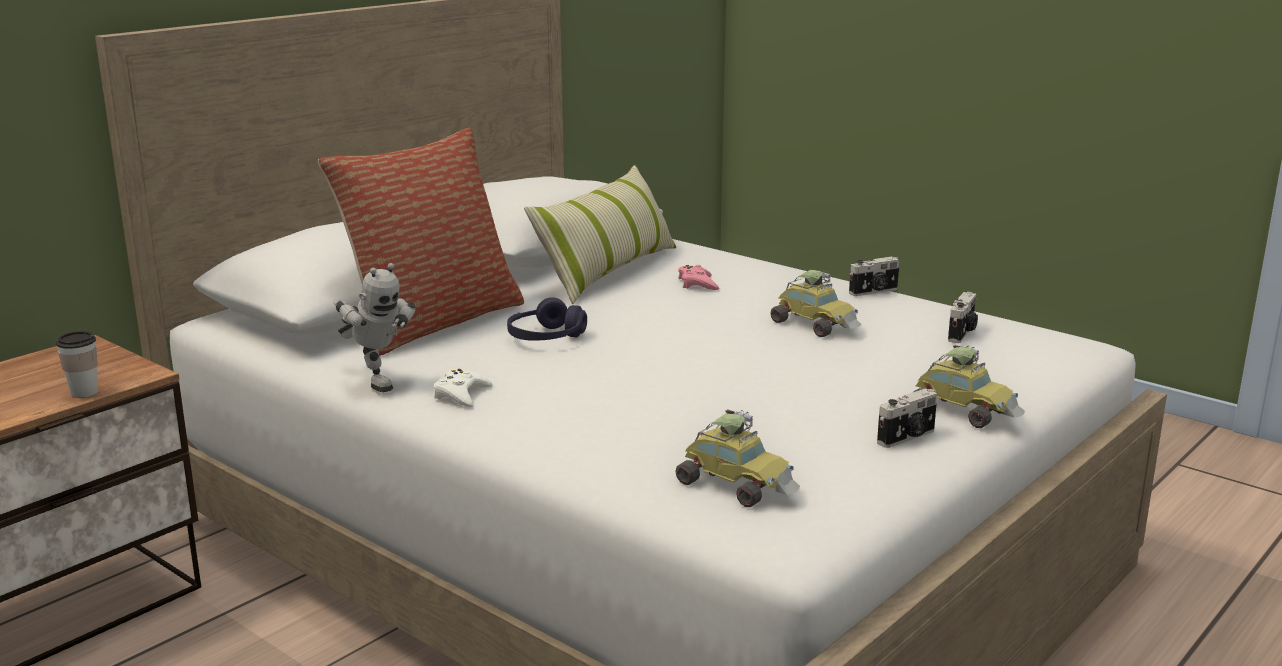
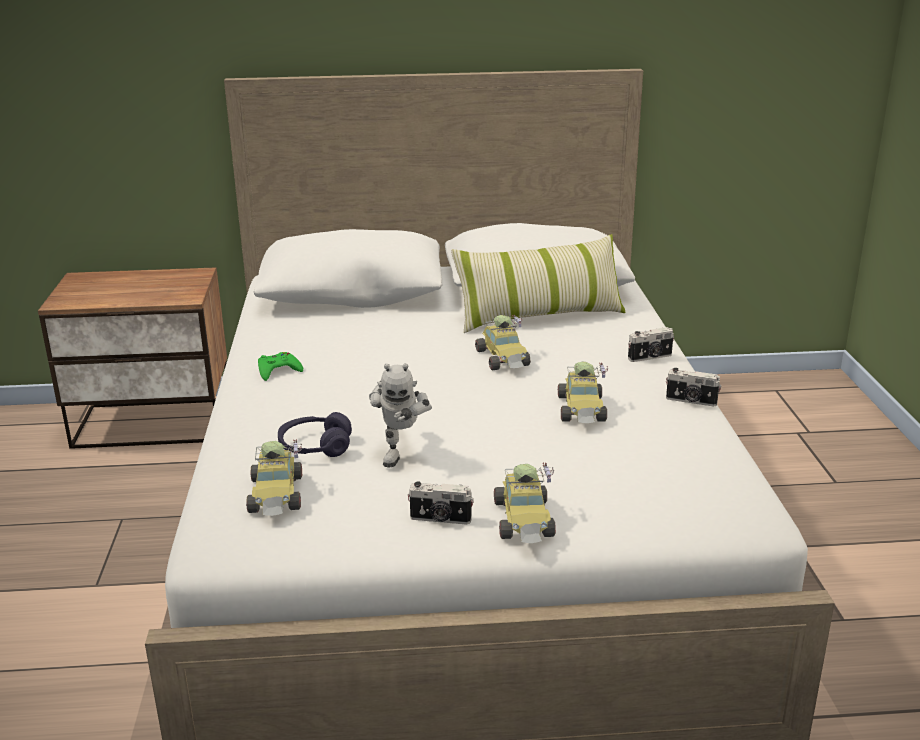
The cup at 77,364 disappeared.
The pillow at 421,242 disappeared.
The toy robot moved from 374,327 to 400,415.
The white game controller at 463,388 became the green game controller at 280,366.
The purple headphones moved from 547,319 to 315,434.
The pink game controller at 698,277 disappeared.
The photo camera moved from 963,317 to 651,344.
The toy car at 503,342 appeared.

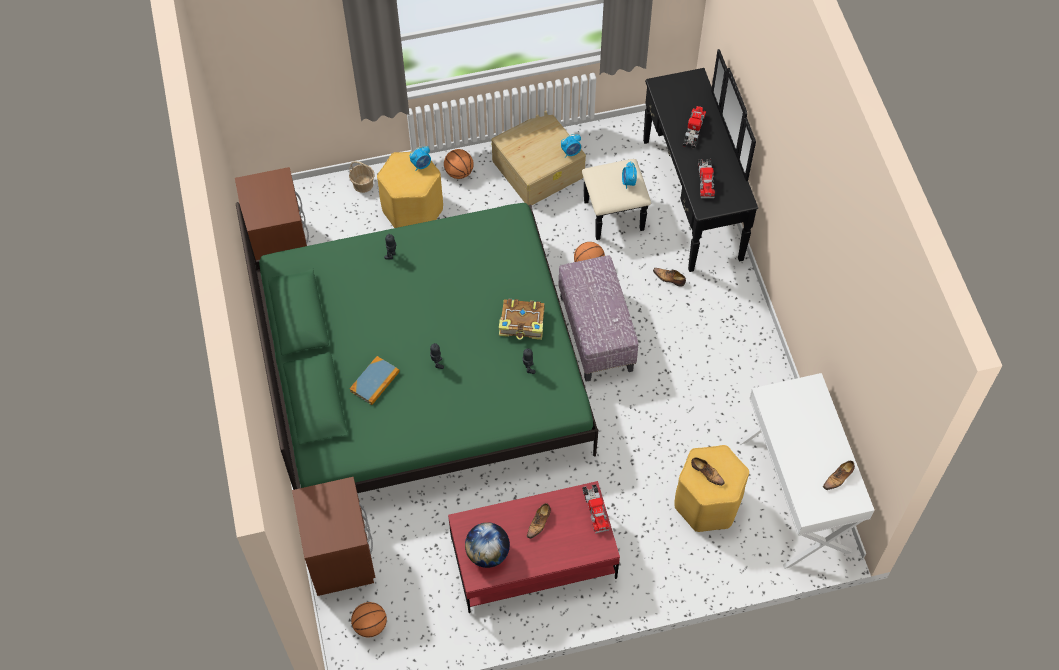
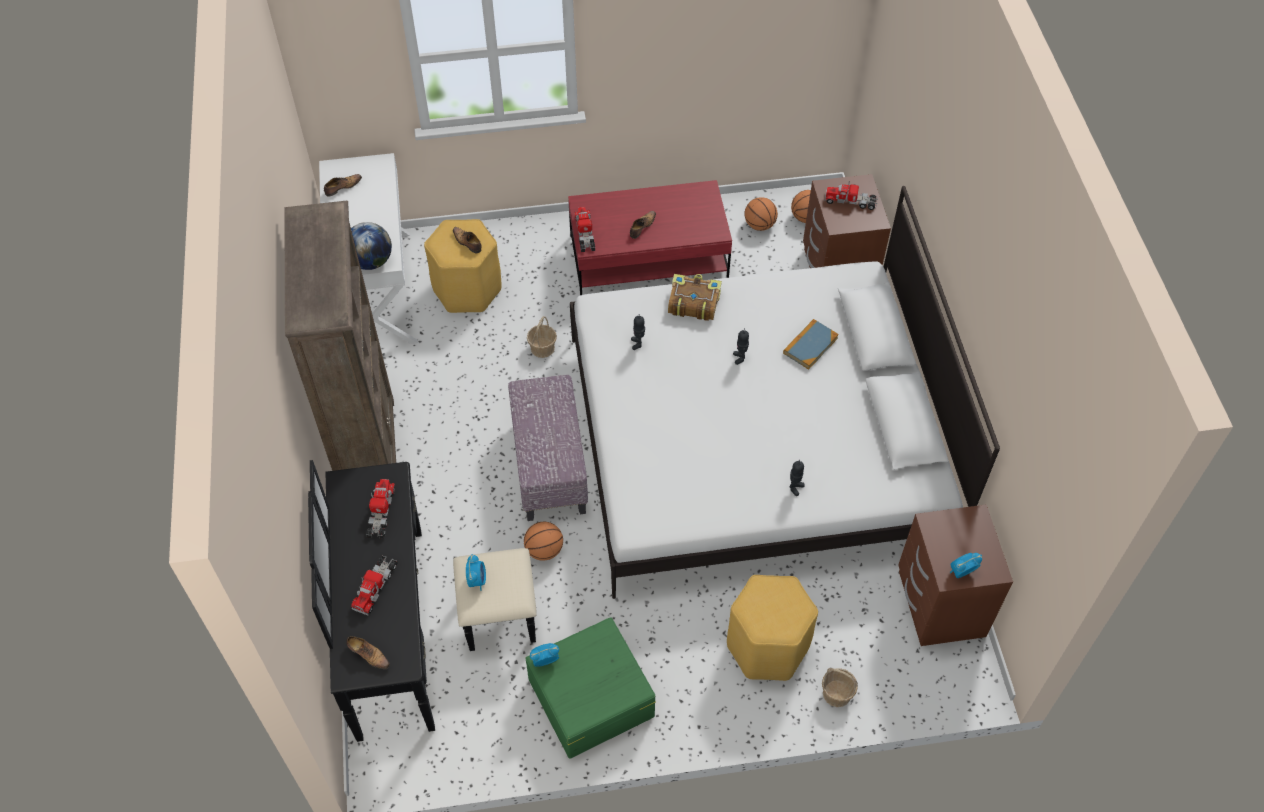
The green bed at 417,347 became the white bed at 785,392.
The alarm clock moved from 420,158 to 966,565.
The basketball moved from 459,164 to 761,214.
The globe moved from 487,545 to 371,246.
The beige storage box at 539,158 became the green storage box at 590,688.
The book moved from 522,319 to 695,297.
The shoe moved from 669,277 to 368,652.
The brown bookcase at 340,336 appeared.
The basket at 542,337 appeared.
The toy truck at 851,195 appeared.

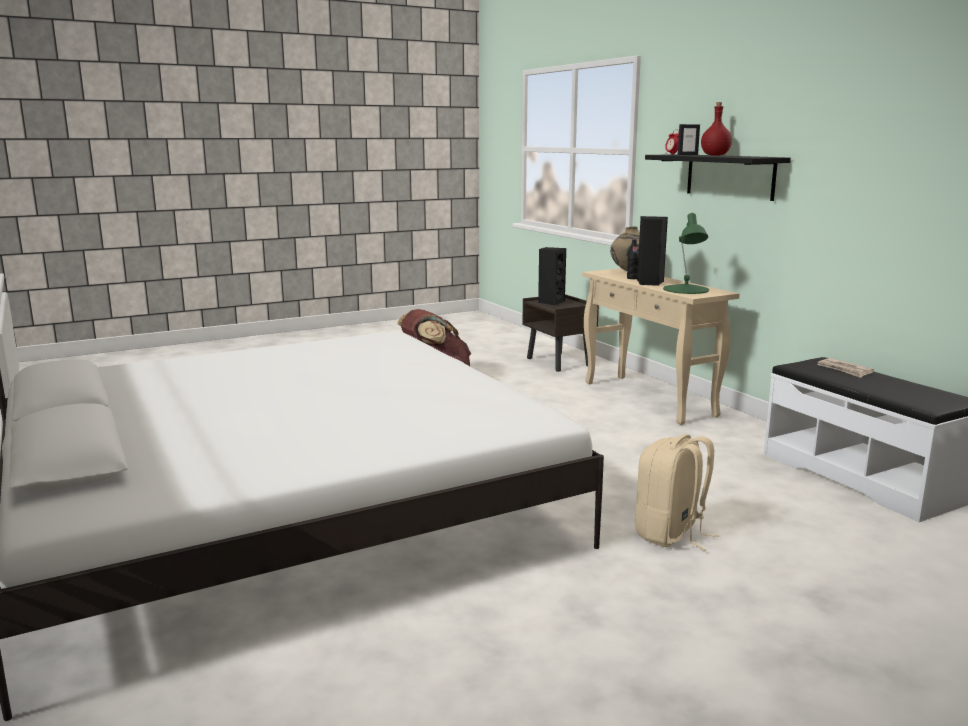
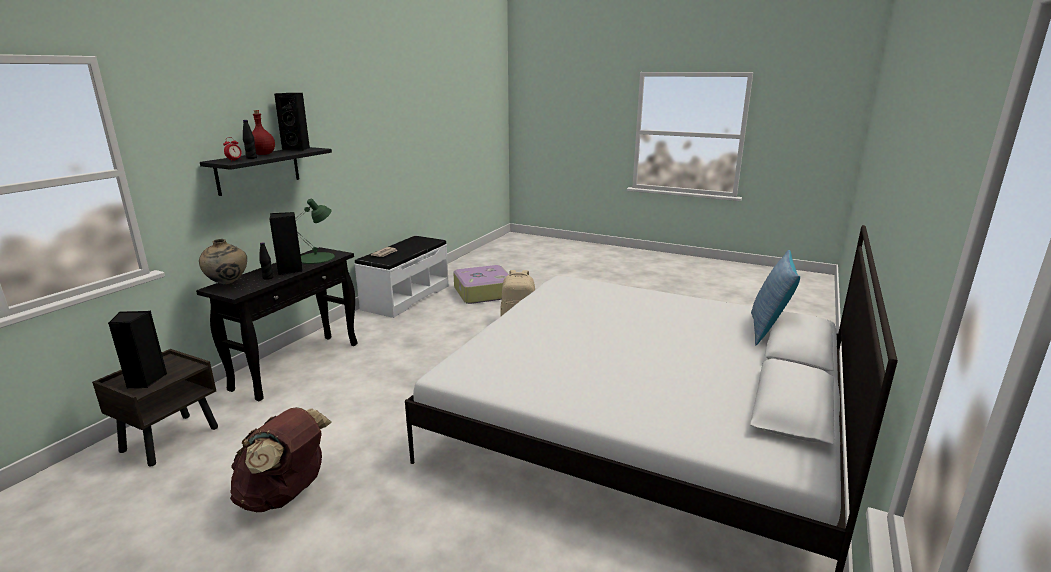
The beige console table at 661,346 became the black console table at 277,324.
The picture frame at 689,139 was replaced by the black bottle at 250,139.
The black speaker at 292,122 appeared.
The suitcase at 481,284 appeared.
The pillow at 775,297 appeared.

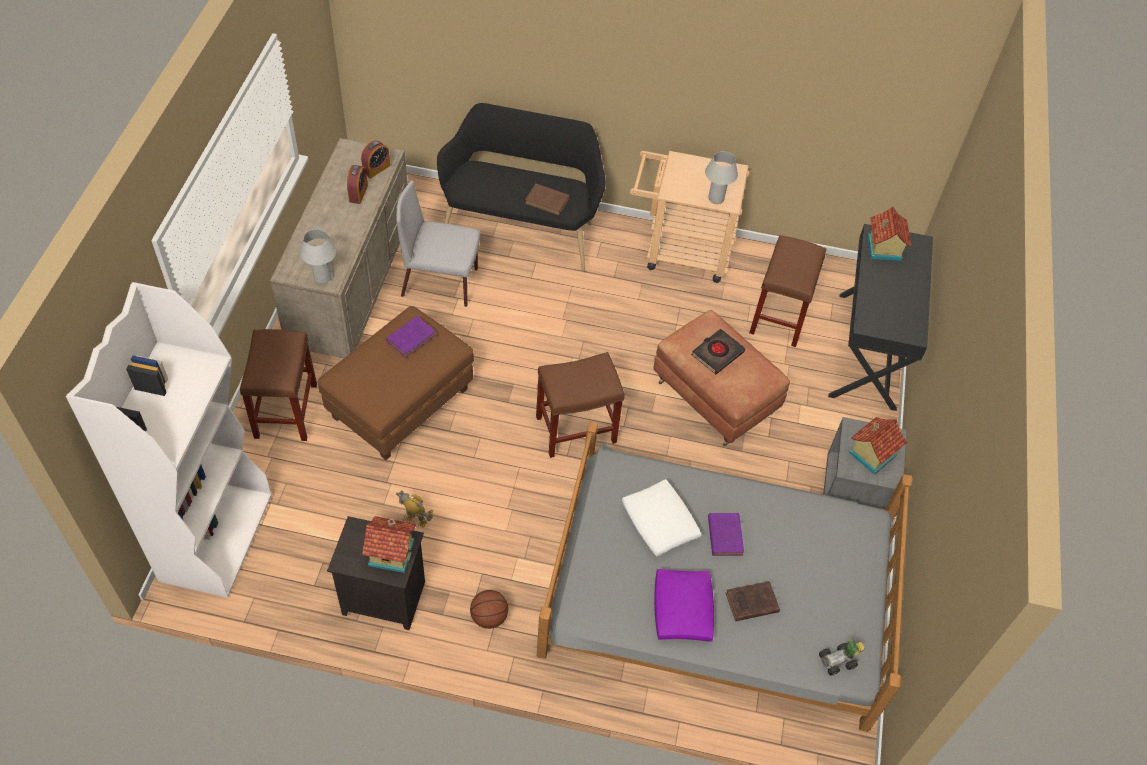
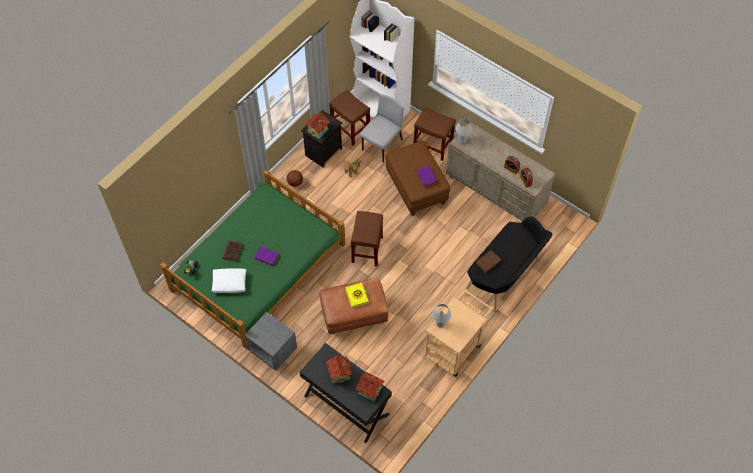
The grey chair moved from 438,243 to 382,128.
The grey bed at 725,577 became the green bed at 252,259.
The white pillow moved from 661,518 to 228,280.
The purple pillow at 684,605 disappeared.
The black book at 718,351 became the yellow book at 357,295.
The brown stool moved from 787,291 to 349,118.
The toy house moved from 878,446 to 339,369.

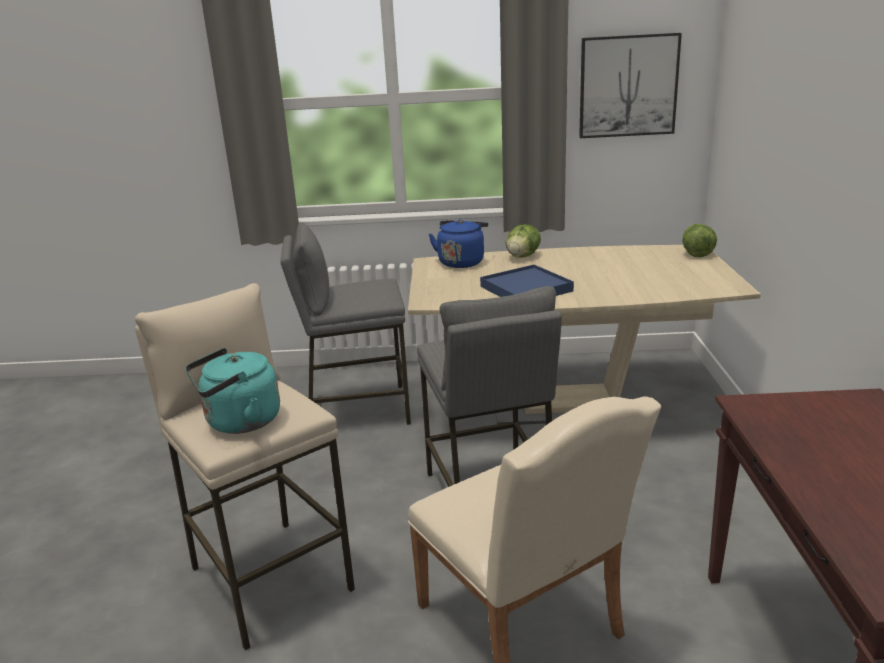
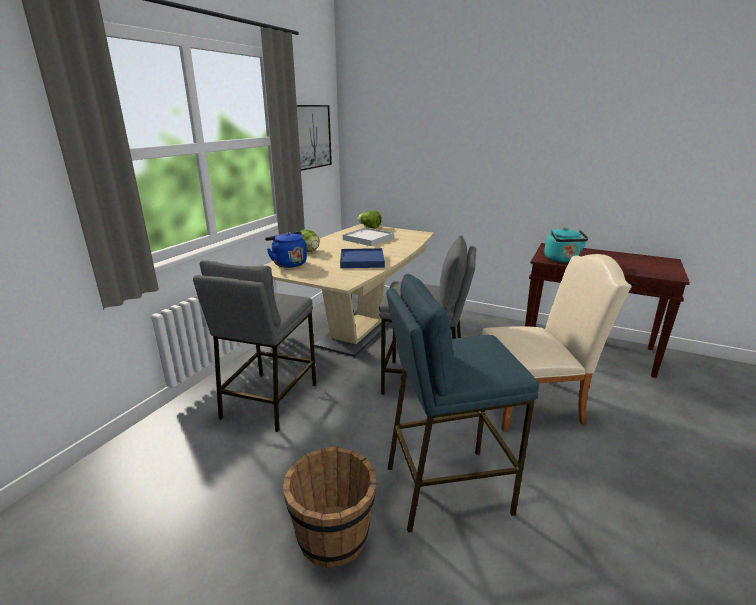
The beige stool at 245,467 became the blue stool at 462,403.
The turquoise kettle moved from 232,391 to 566,244.
The brown bucket at 330,507 appeared.
The white tray at 368,236 appeared.

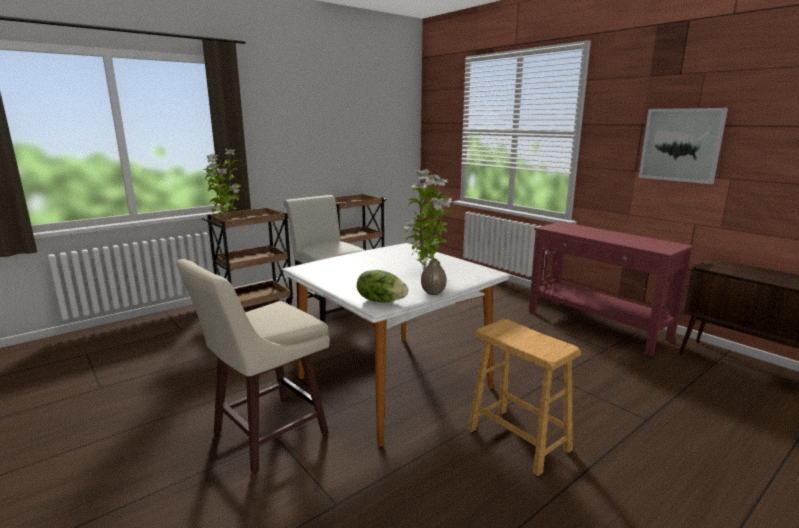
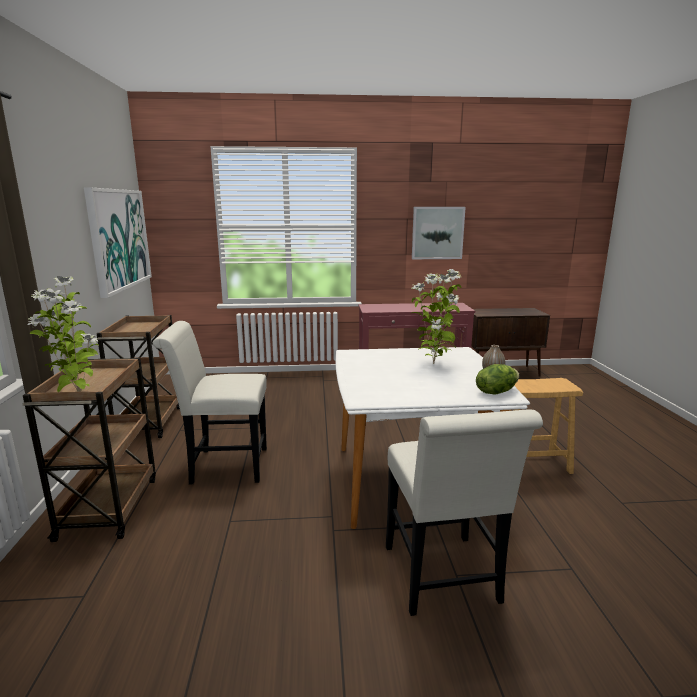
The beige stool at 253,366 was replaced by the white chair at 464,512.
The picture at 118,242 appeared.

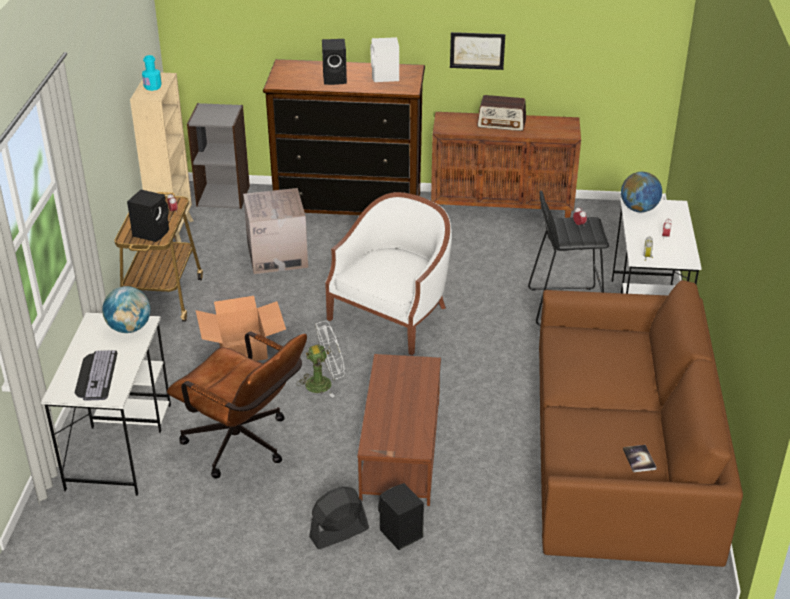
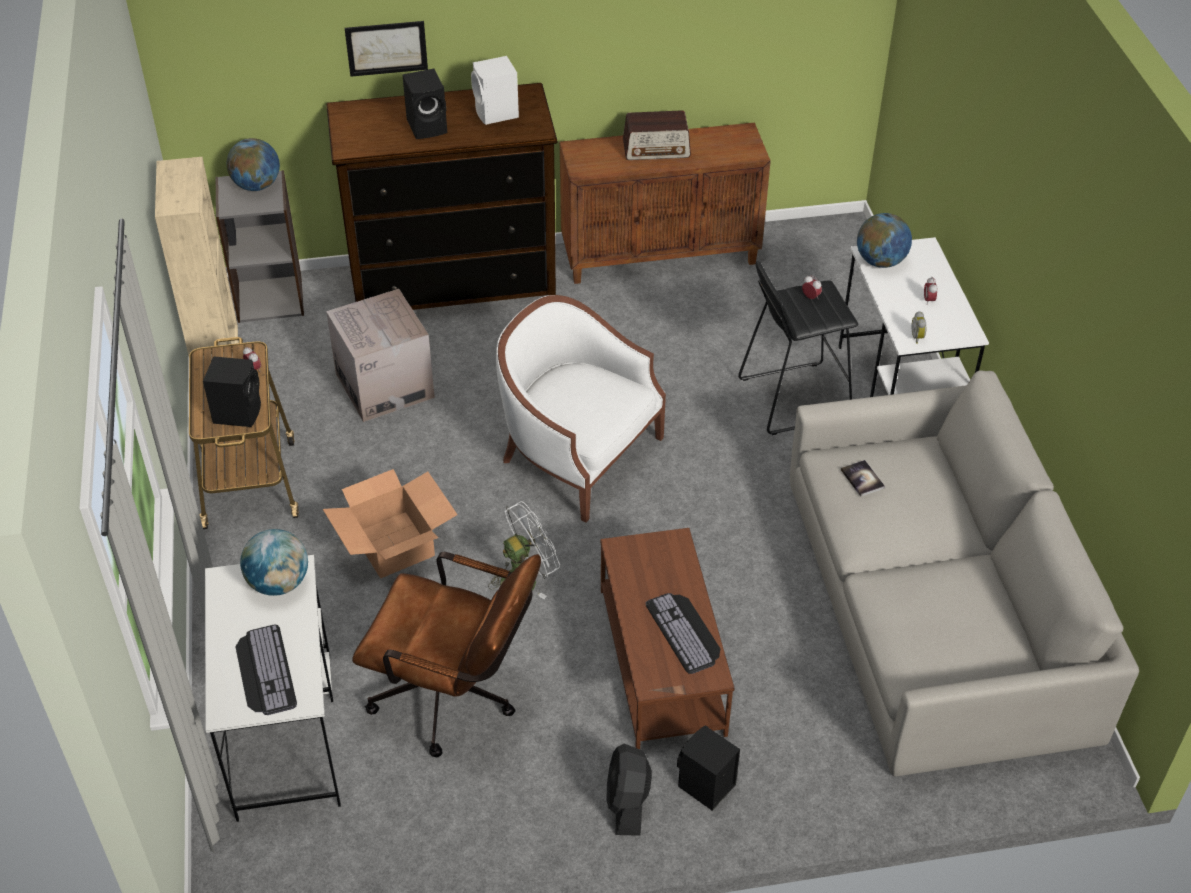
The turquoise bottle at 152,73 disappeared.
The black fan at 339,518 turned 45 degrees counterclockwise.
The white armchair at 388,273 turned 75 degrees counterclockwise.
The picture moved from 477,51 to 386,49.
The brown sofa at 641,423 became the grey sofa at 964,573.
The book moved from 640,458 to 863,478.
The globe at 253,164 appeared.
The keyboard at 683,633 appeared.

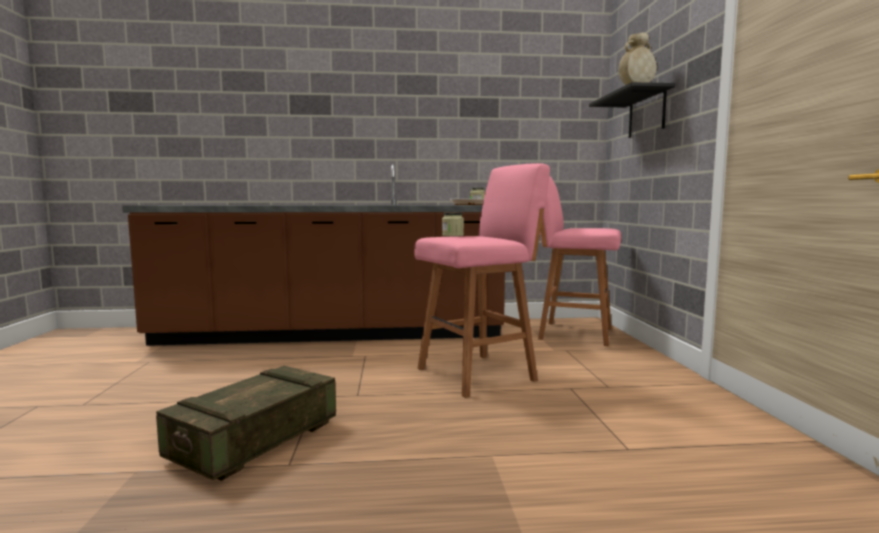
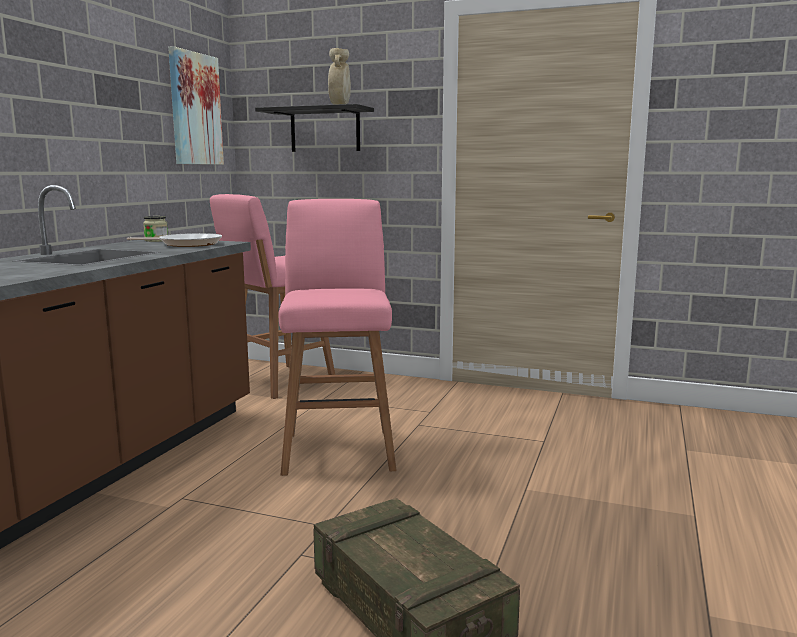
The jar at 453,224 disappeared.
The picture at 196,105 appeared.

